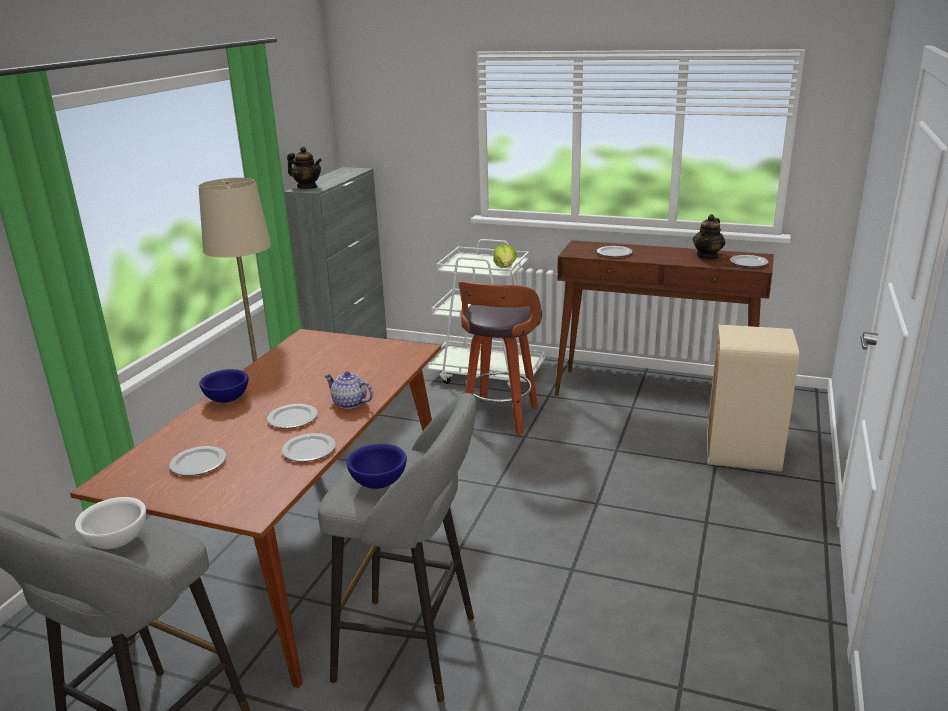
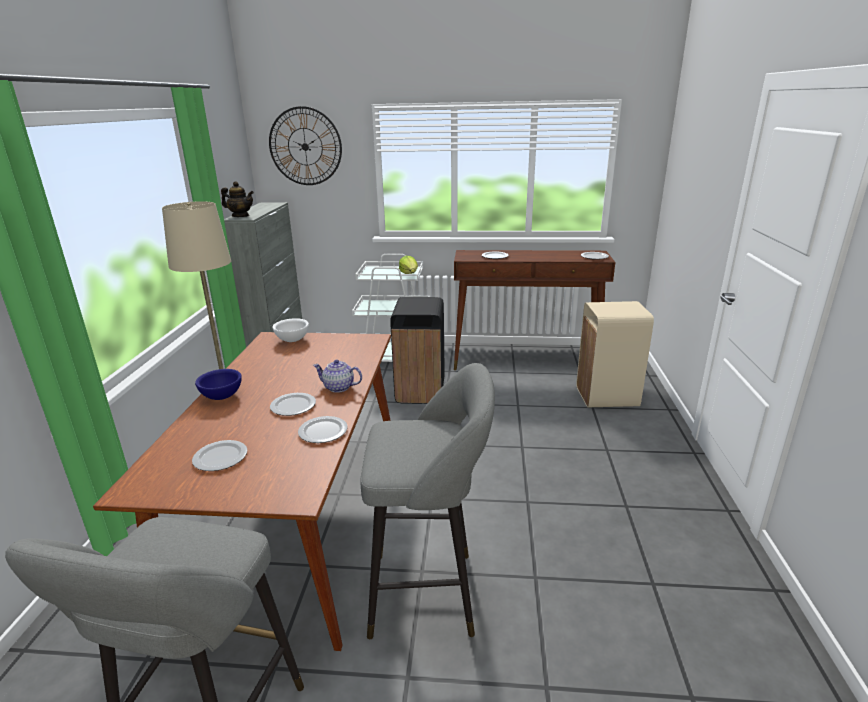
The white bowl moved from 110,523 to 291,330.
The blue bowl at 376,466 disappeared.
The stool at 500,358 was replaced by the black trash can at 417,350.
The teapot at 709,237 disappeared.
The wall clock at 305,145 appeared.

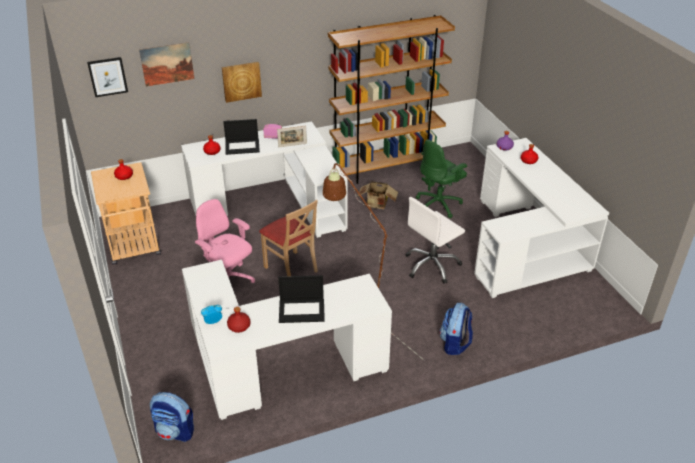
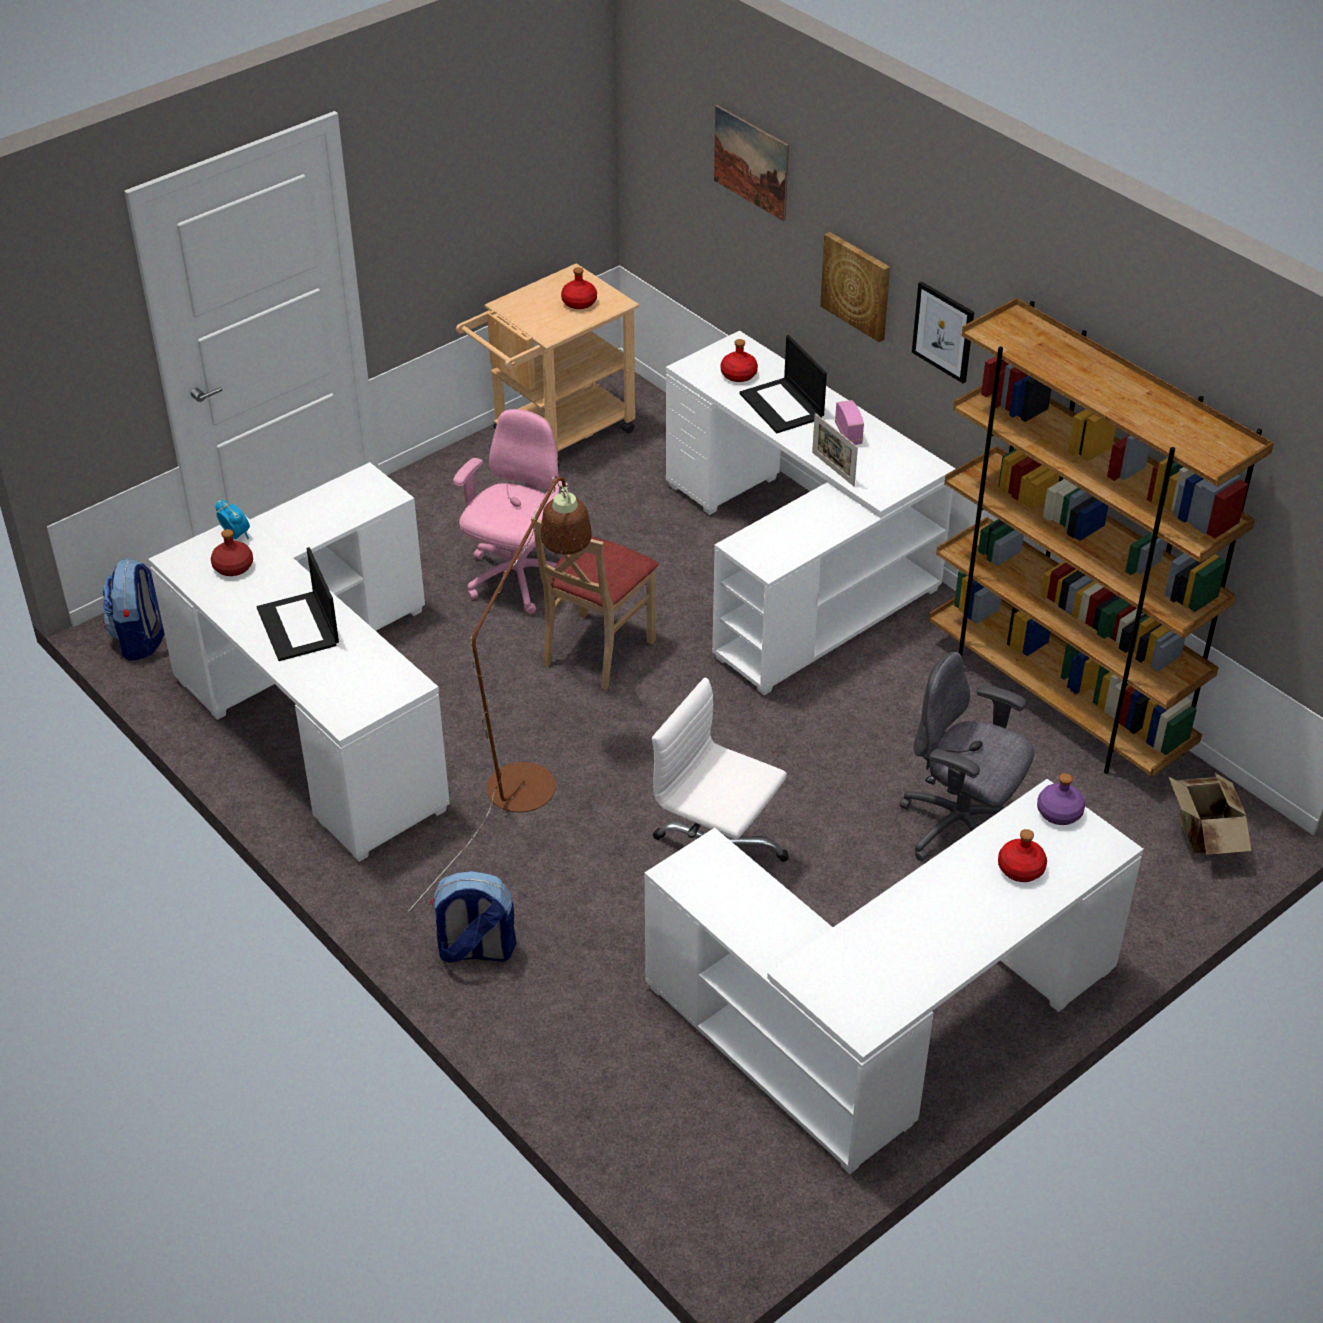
The picture moved from 107,77 to 943,332.
The cardboard box moved from 377,195 to 1209,814.
The green office chair at 441,178 became the grey office chair at 967,756.

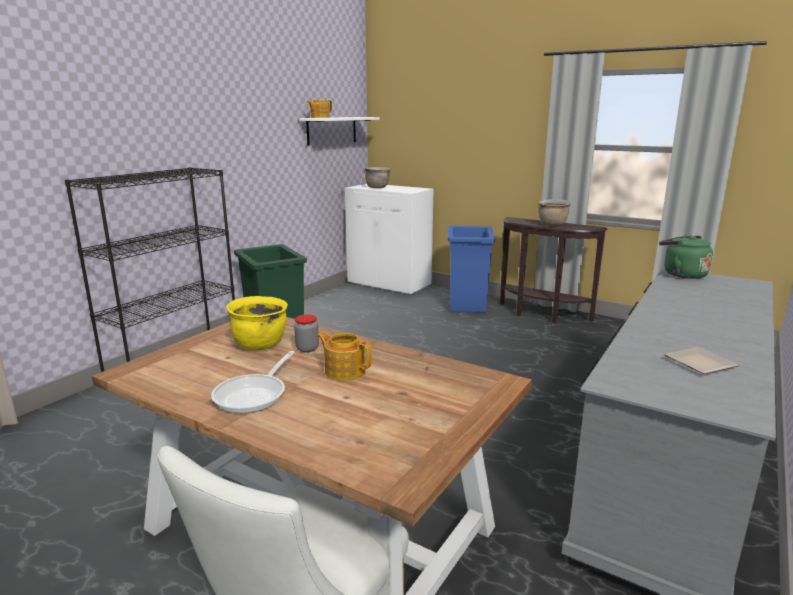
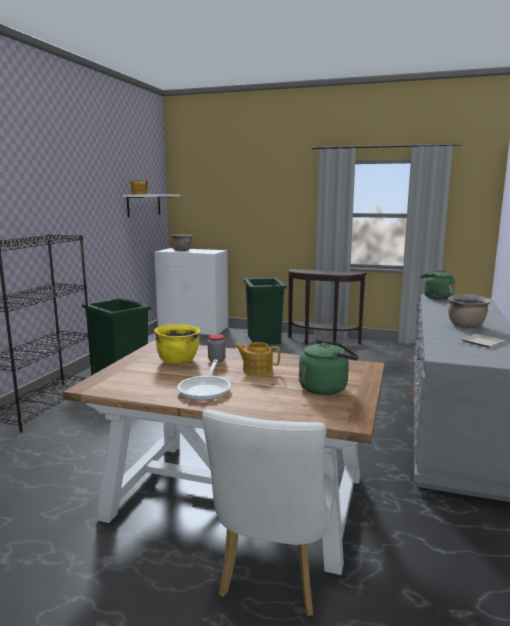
The blue trash can at 471,269 became the green trash can at 265,311.
The brown cooking pot moved from 554,212 to 469,311.
The green kettle at 329,367 appeared.

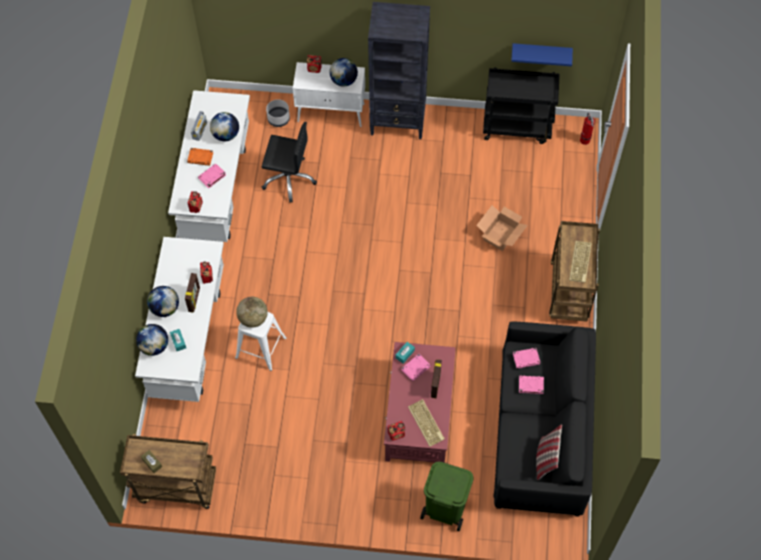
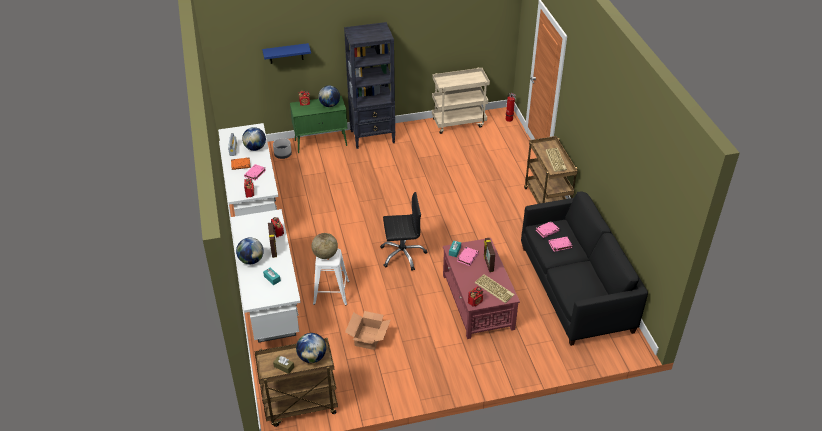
The globe moved from 152,340 to 311,348.
The black office chair moved from 289,162 to 403,231.
The white cabinet at 329,94 became the green cabinet at 318,124.
The green trash can at 447,496 disappeared.
The cardboard box moved from 502,228 to 368,330.
The black cart at 521,105 became the beige cart at 461,100.
The blue shelf moved from 542,54 to 286,53.
The pillow at 549,452 disappeared.

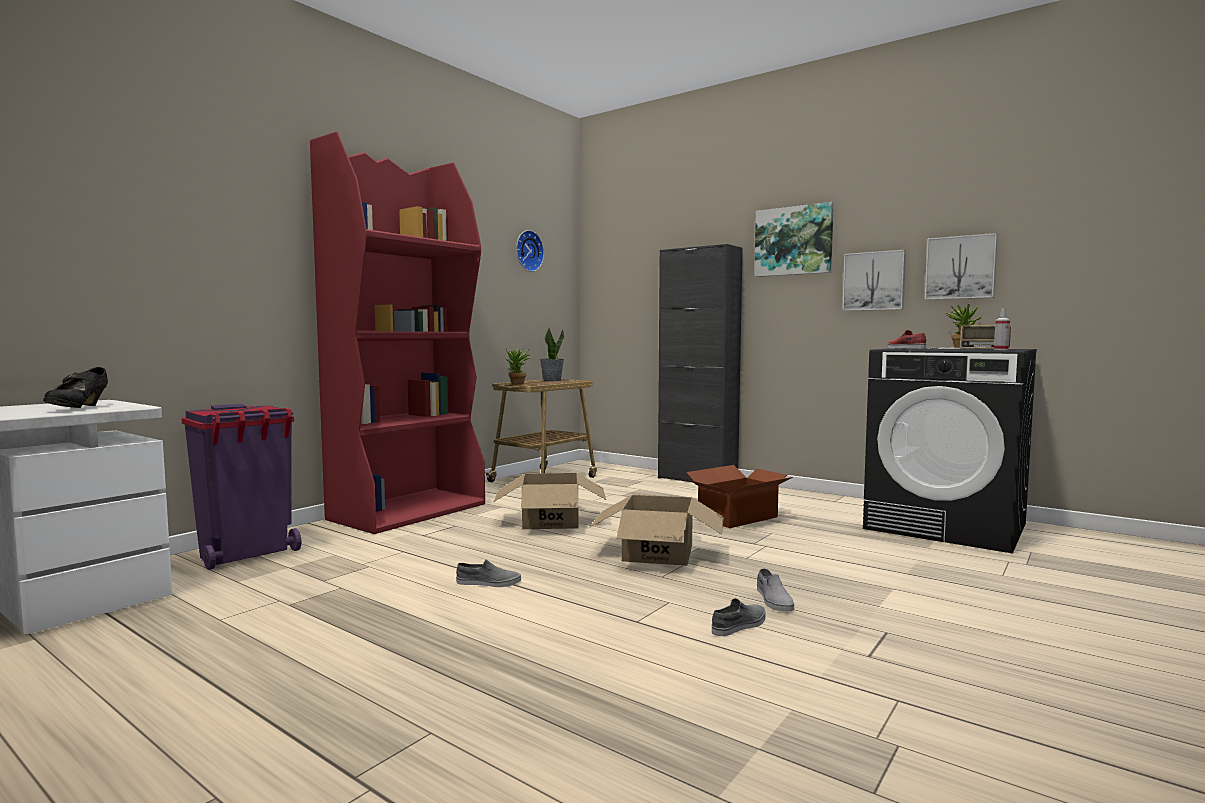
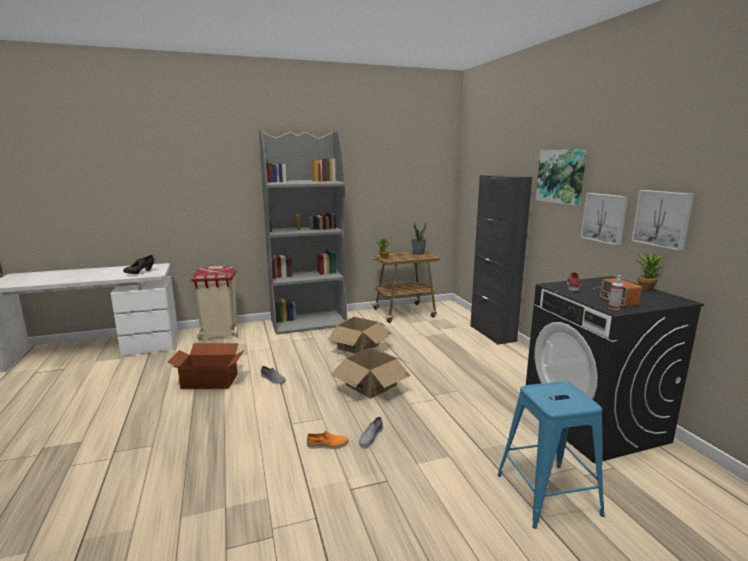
The purple trash can at 242,487 became the beige trash can at 214,303.
The red bookcase at 397,333 became the grey bookcase at 303,232.
The wall clock at 530,251 disappeared.
The cardboard box moved from 739,496 to 205,366.
The grey shoe at 738,617 became the orange shoe at 328,440.
The blue stool at 551,455 appeared.

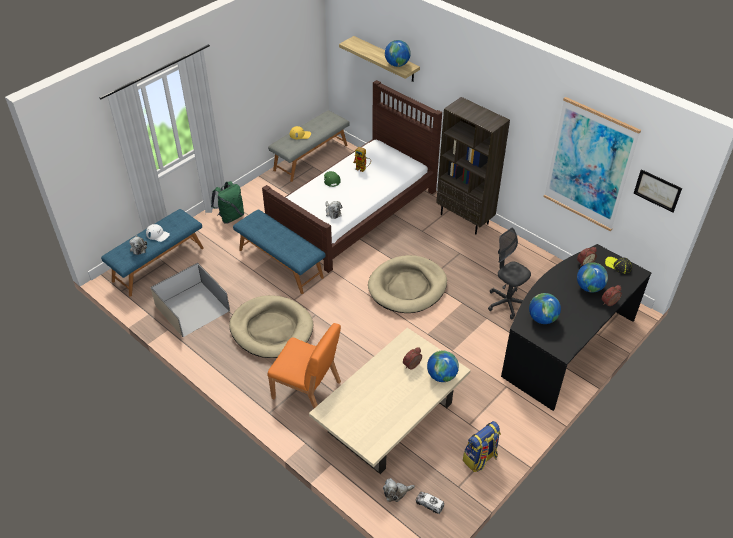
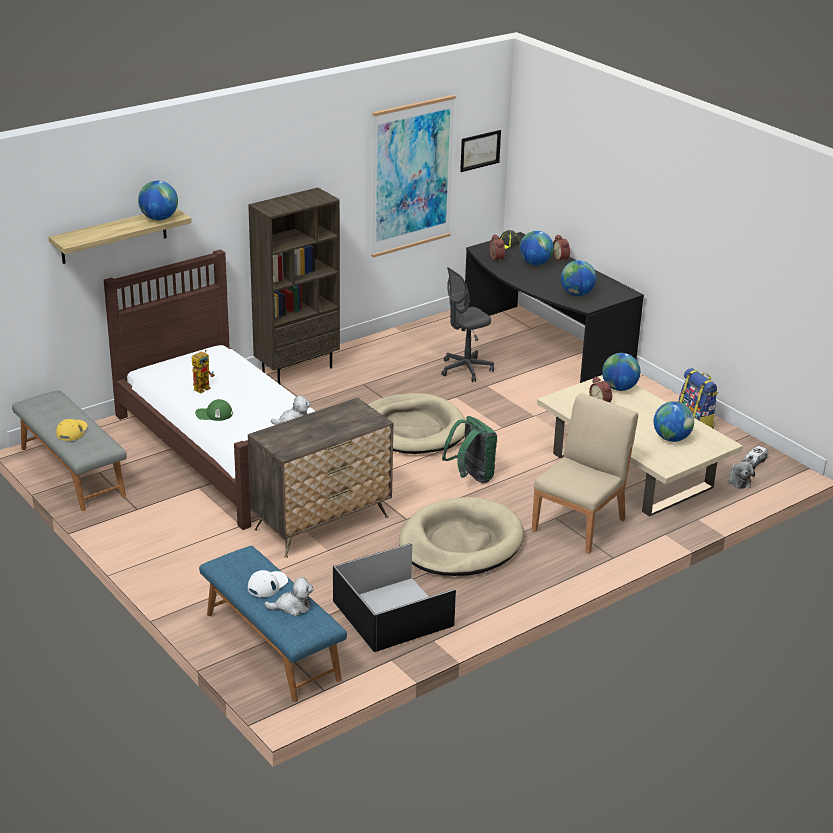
The beige storage box at 190,300 became the black storage box at 394,597.
The green backpack moved from 227,202 to 469,449.
The blue bench at 279,251 was replaced by the dresser at 320,477.
The orange chair at 304,365 became the beige chair at 585,473.
The globe at 674,421 appeared.

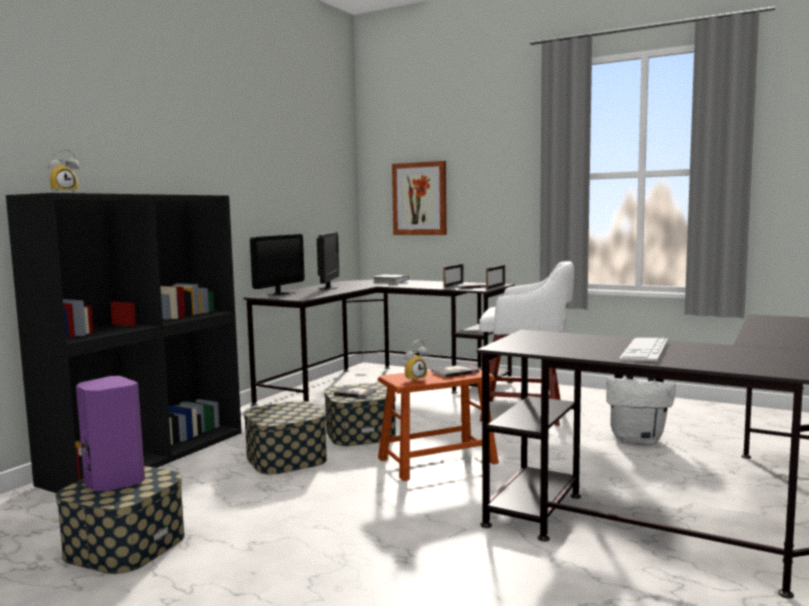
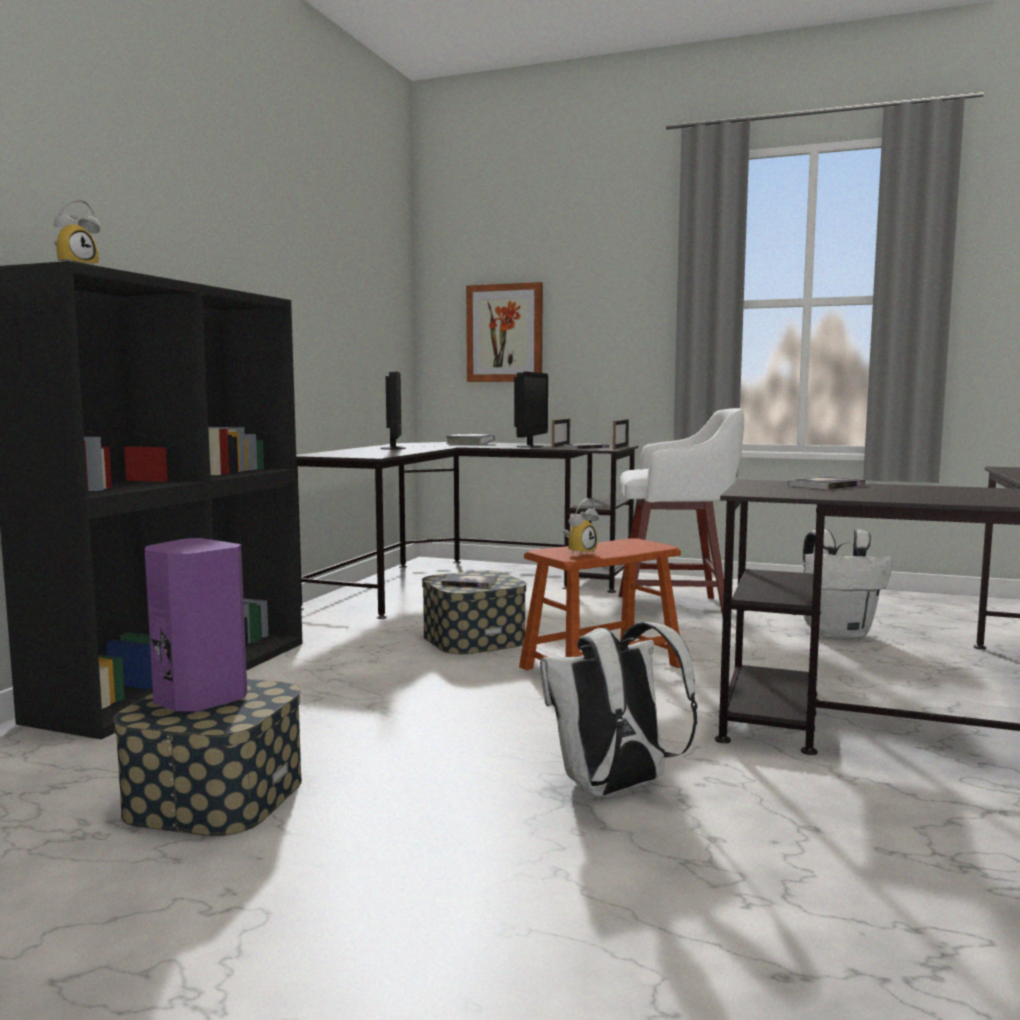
The storage box at 285,437 disappeared.
The monitor moved from 277,264 to 531,409.
The book moved from 455,371 to 826,483.
The keyboard at 643,349 disappeared.
The white backpack at 618,709 appeared.

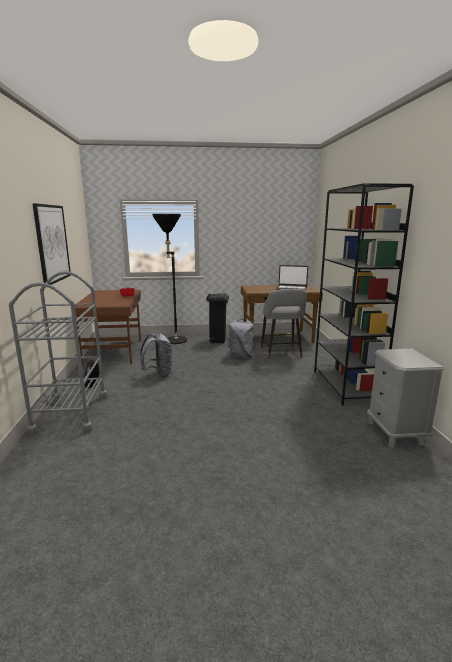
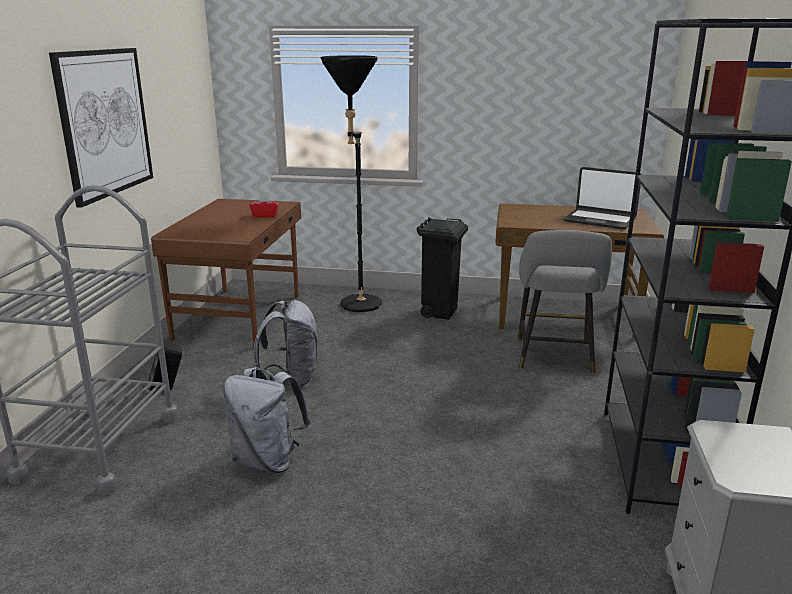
The grey backpack moved from 241,338 to 266,420.

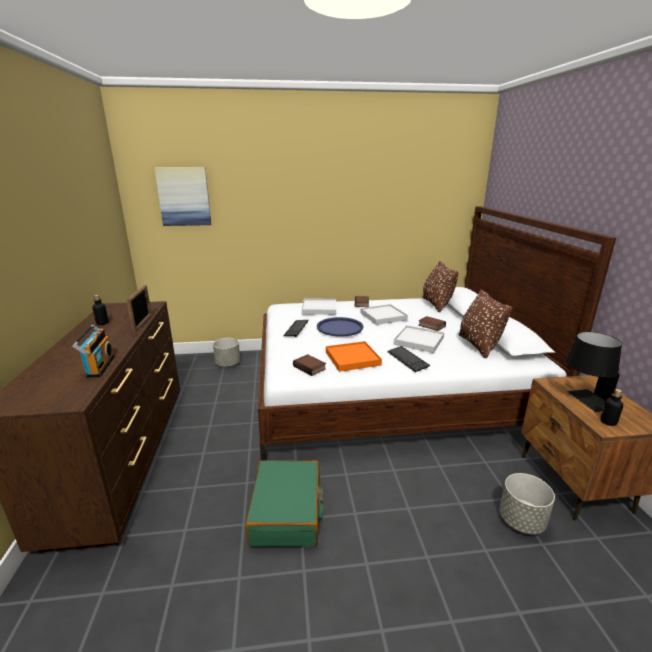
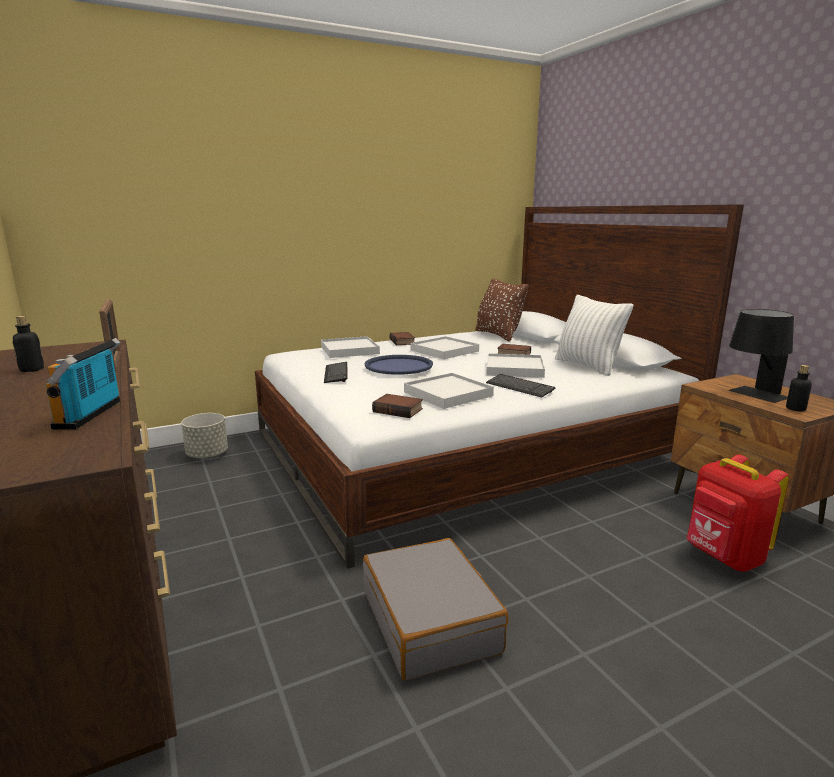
The radio at 93,351 turned 150 degrees counterclockwise.
The picture at 182,196 disappeared.
The green suitcase at 284,503 became the grey suitcase at 436,609.
The orange tray at 354,356 became the white tray at 449,391.
The brown pillow at 486,323 became the white pillow at 594,335.
The grey planter at 527,503 was replaced by the red backpack at 738,513.

